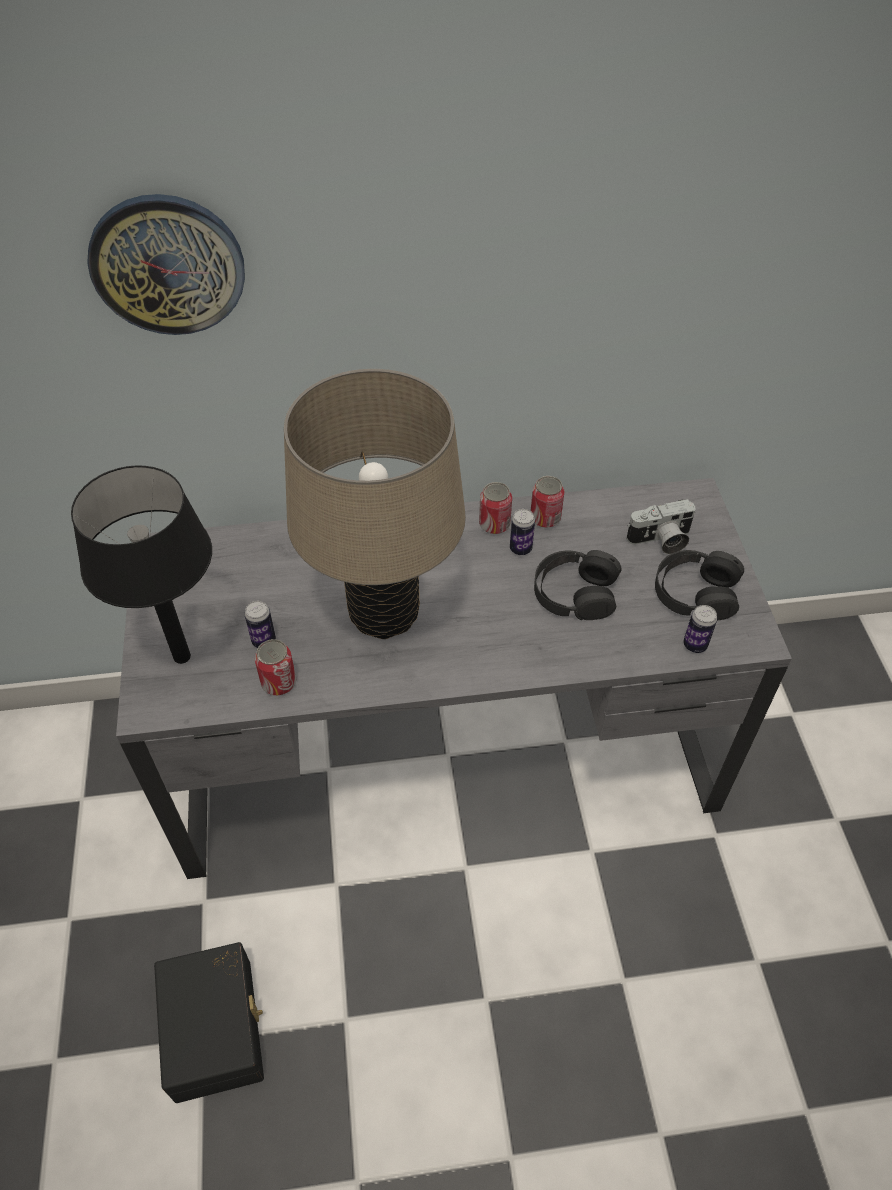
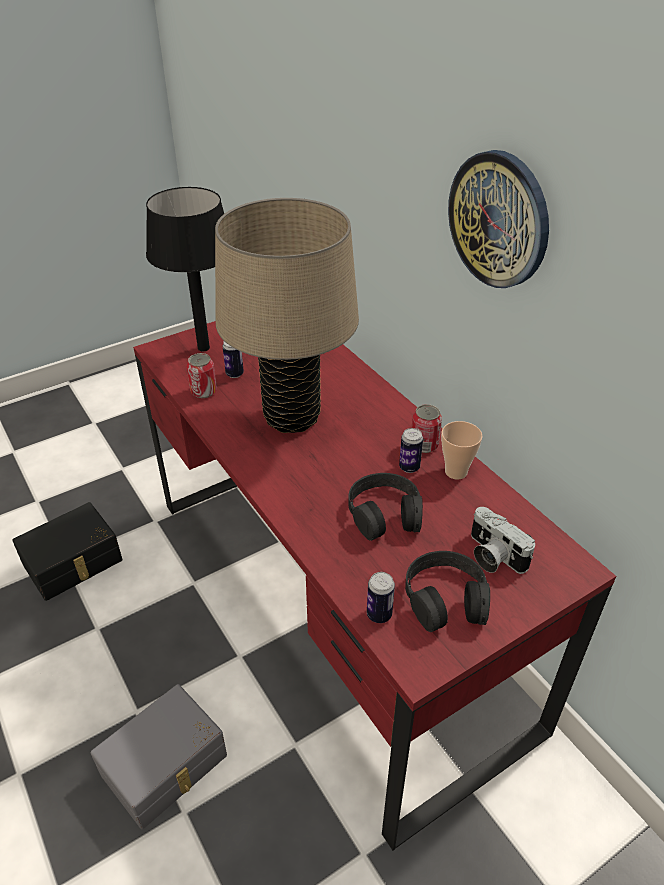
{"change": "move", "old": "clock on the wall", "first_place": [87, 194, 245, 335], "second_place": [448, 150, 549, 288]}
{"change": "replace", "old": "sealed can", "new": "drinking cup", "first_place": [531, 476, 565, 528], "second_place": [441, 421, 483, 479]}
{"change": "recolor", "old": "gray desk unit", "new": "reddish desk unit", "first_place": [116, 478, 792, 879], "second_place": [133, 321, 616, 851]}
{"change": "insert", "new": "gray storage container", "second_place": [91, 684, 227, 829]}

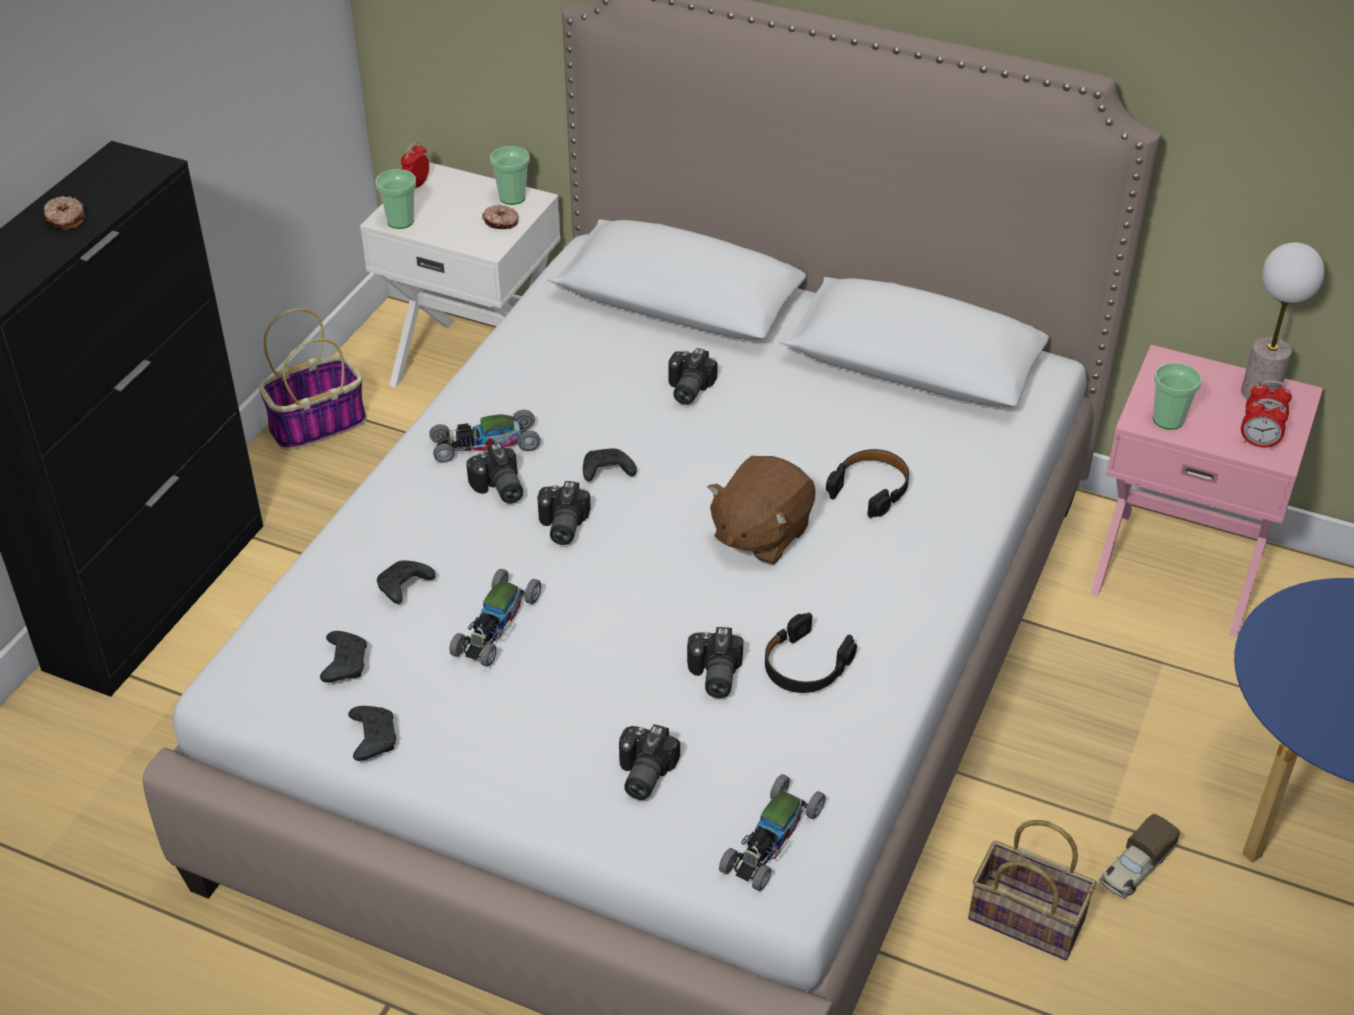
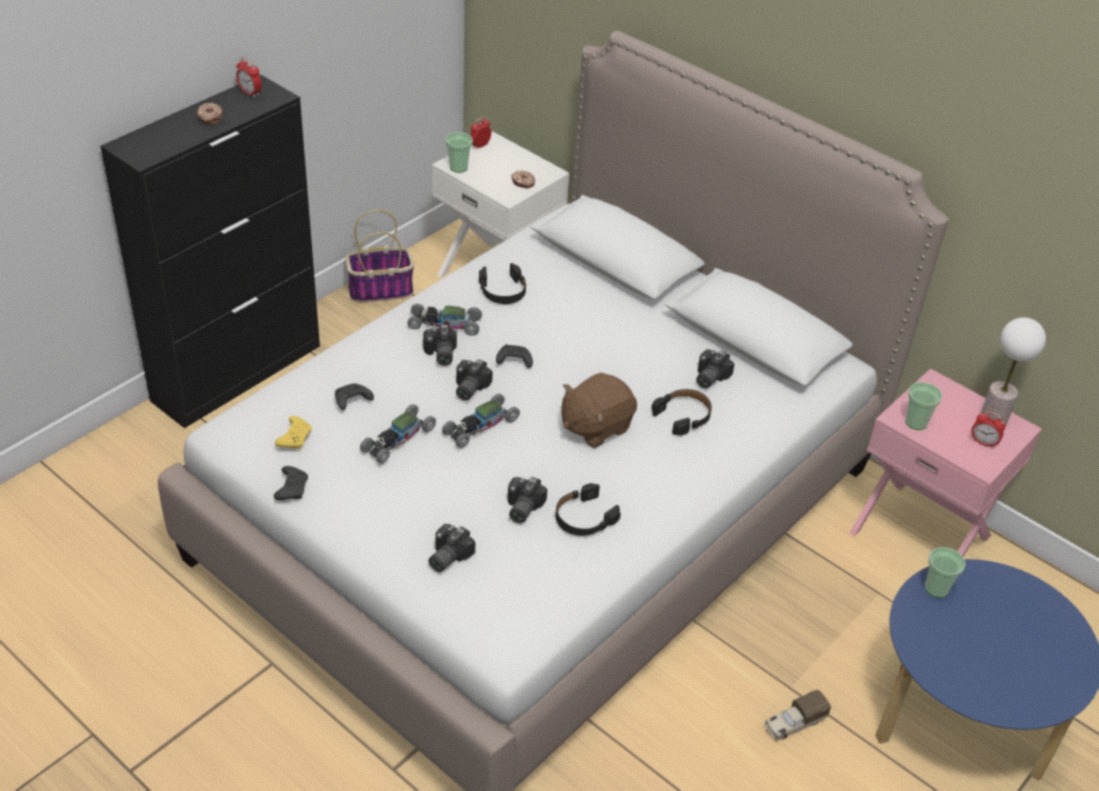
{"change": "move", "old": "drinking cup", "first_place": [490, 146, 529, 205], "second_place": [925, 547, 965, 598]}
{"change": "move", "old": "photo camera", "first_place": [669, 348, 718, 405], "second_place": [696, 349, 735, 389]}
{"change": "move", "old": "alarm clock", "first_place": [1241, 399, 1288, 449], "second_place": [236, 58, 262, 98]}
{"change": "recolor", "old": "blackish joypad", "new": "yellow joypad", "first_place": [320, 631, 367, 683], "second_place": [275, 416, 312, 449]}
{"change": "move", "old": "toy car", "first_place": [719, 774, 825, 891], "second_place": [442, 394, 520, 448]}
{"change": "delete", "old": "household basket", "first_place": [968, 820, 1096, 960]}
{"change": "insert", "new": "blackish headphones", "second_place": [479, 263, 526, 304]}

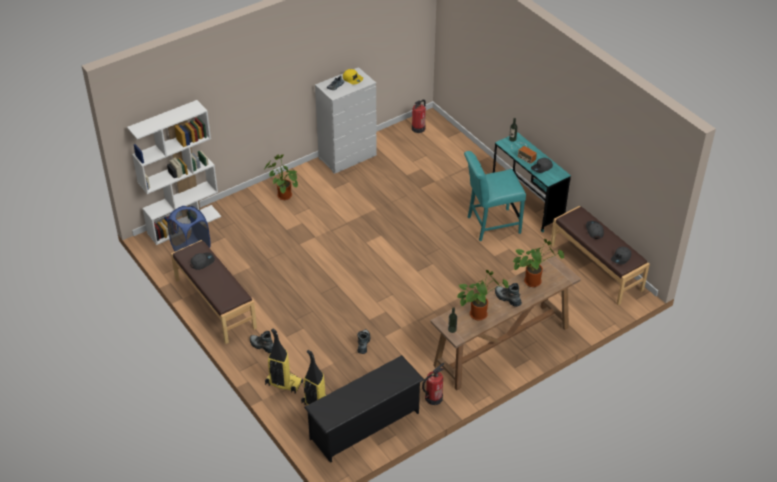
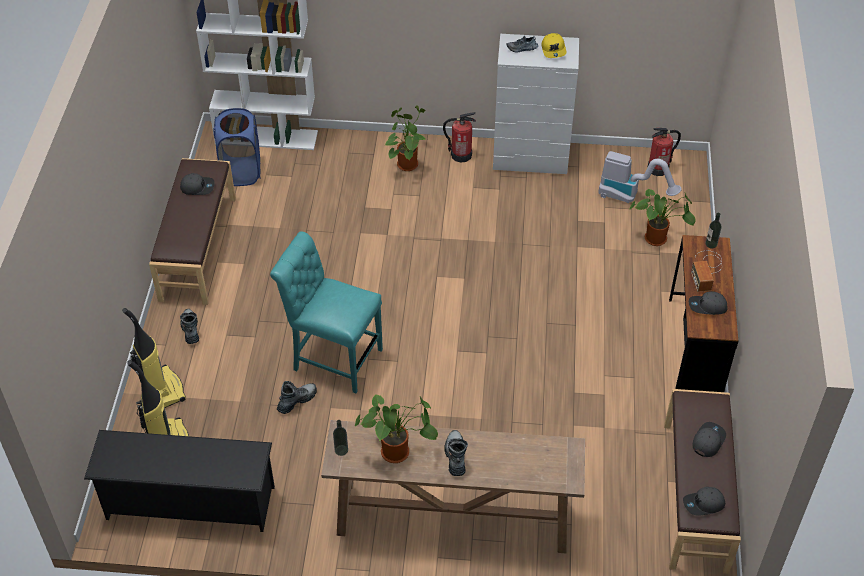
{"change": "recolor", "old": "turquoise-coloured desk unit", "new": "brown desk unit", "first_place": [493, 132, 571, 232], "second_place": [669, 235, 738, 392]}
{"change": "move", "old": "turquoise-coloured plain chair", "first_place": [464, 151, 526, 241], "second_place": [270, 231, 383, 393]}
{"change": "move", "old": "plant in a pot", "first_place": [513, 239, 564, 287], "second_place": [630, 188, 696, 246]}
{"change": "move", "old": "fire-fighting cylinder", "first_place": [422, 363, 444, 405], "second_place": [443, 112, 476, 163]}
{"change": "insert", "new": "vacuum", "second_place": [598, 151, 682, 203]}

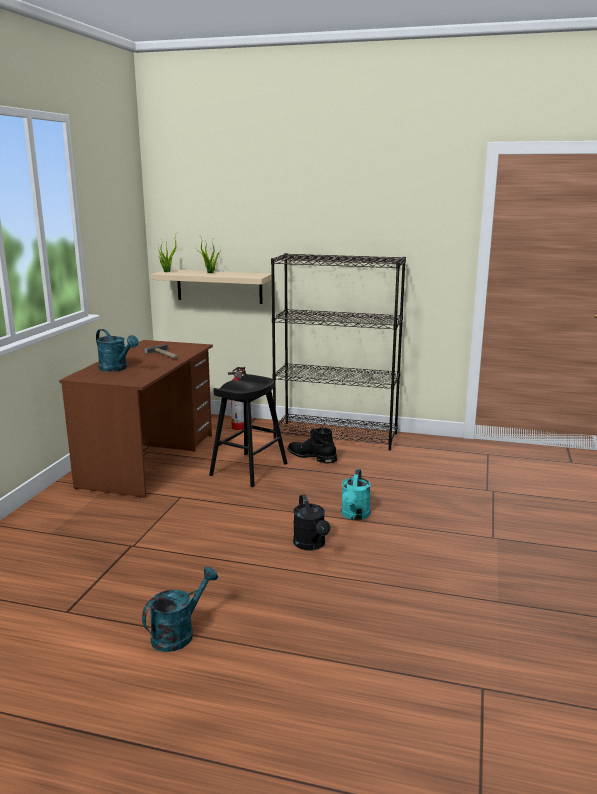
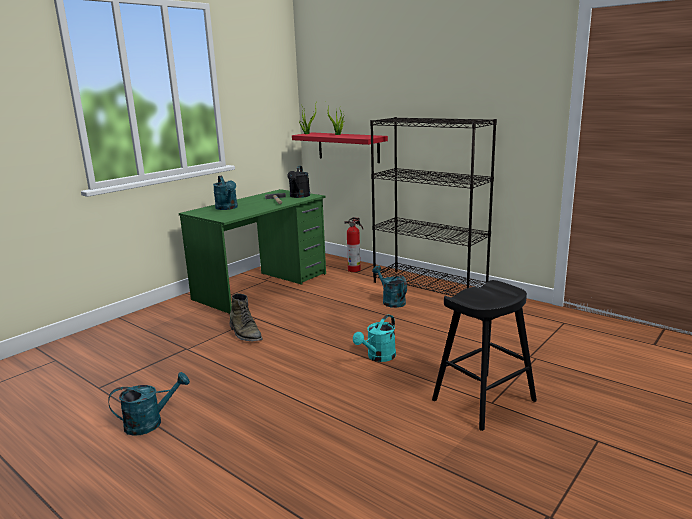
{"change": "recolor", "old": "beige bracket shelf", "new": "reddish bracket shelf", "first_place": [151, 270, 272, 304], "second_place": [292, 132, 388, 163]}
{"change": "recolor", "old": "brown desk unit", "new": "greenish desk unit", "first_place": [59, 340, 213, 498], "second_place": [179, 189, 326, 314]}
{"change": "move", "old": "blackish stool", "first_place": [209, 374, 287, 487], "second_place": [432, 280, 537, 431]}
{"change": "replace", "old": "blackish tall boot", "new": "turquoise-coloured sprinkling can", "first_place": [288, 428, 337, 463], "second_place": [372, 265, 407, 308]}
{"change": "move", "old": "blackish sprinkling can", "first_place": [293, 495, 330, 551], "second_place": [287, 166, 310, 198]}
{"change": "insert", "new": "greenish tall boot", "second_place": [230, 293, 263, 342]}

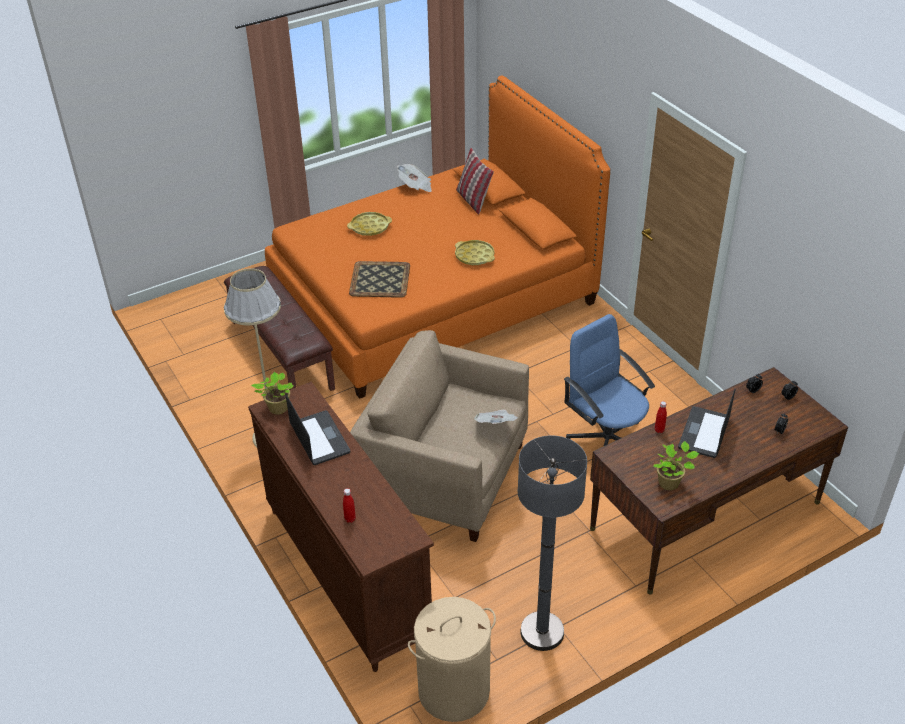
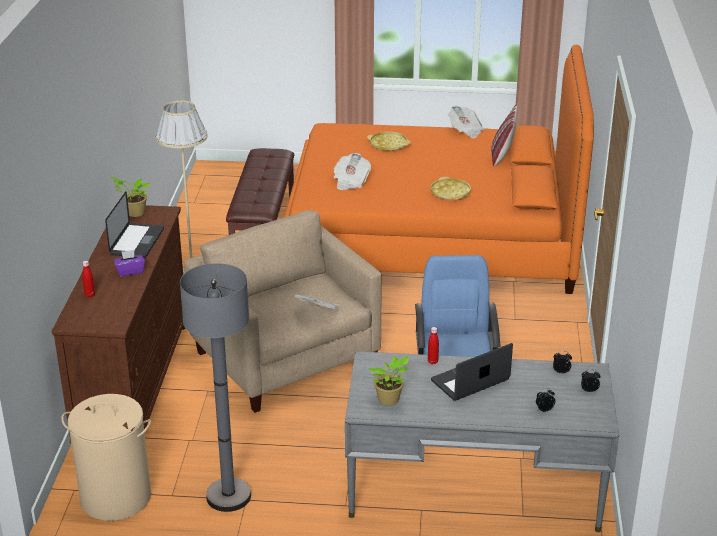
{"change": "replace", "old": "tray", "new": "daily paper", "first_place": [349, 261, 410, 298], "second_place": [333, 153, 371, 190]}
{"change": "recolor", "old": "brown desk unit", "new": "gray desk unit", "first_place": [590, 367, 848, 595], "second_place": [345, 351, 619, 532]}
{"change": "insert", "new": "purplish box of tissues", "second_place": [114, 250, 145, 277]}

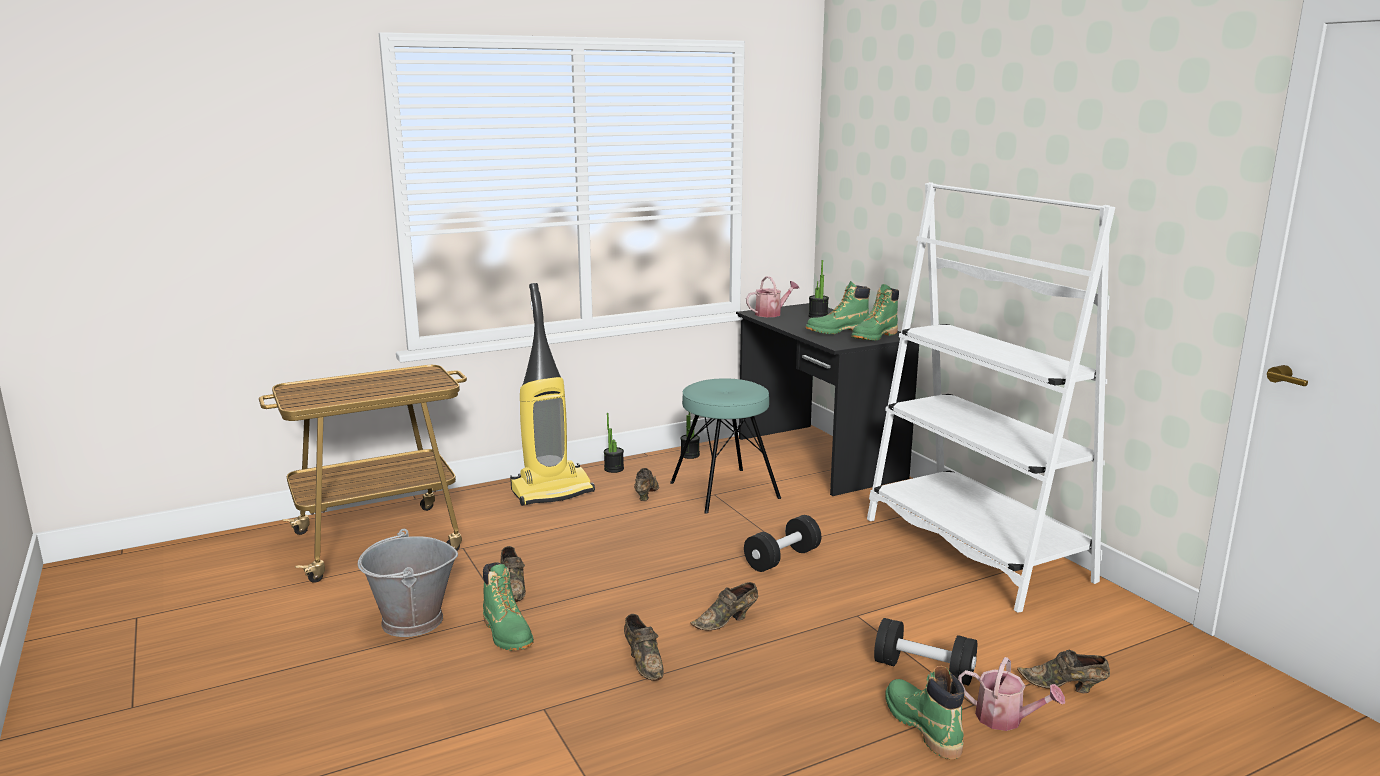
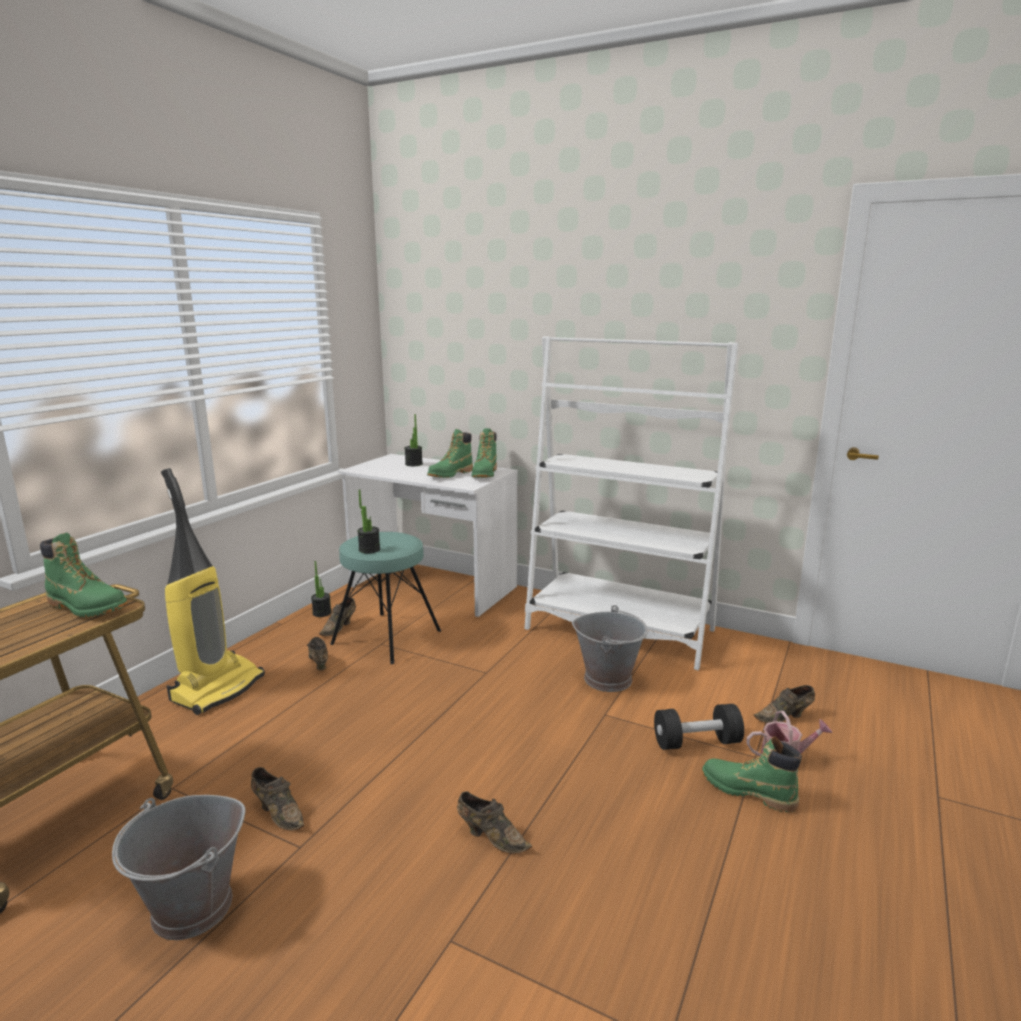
{"change": "delete", "old": "sprinkling can", "first_place": [746, 276, 799, 317]}
{"change": "recolor", "old": "blackish desk unit", "new": "white-coloured desk unit", "first_place": [736, 303, 919, 496], "second_place": [338, 454, 518, 617]}
{"change": "move", "old": "plant in a pot", "first_place": [604, 413, 624, 473], "second_place": [357, 490, 380, 553]}
{"change": "delete", "old": "blackish dumbbell", "first_place": [744, 515, 821, 572]}
{"change": "move", "old": "greenish tall boot", "first_place": [483, 562, 534, 651], "second_place": [40, 533, 128, 617]}
{"change": "move", "old": "brown low shoe", "first_place": [690, 582, 758, 630], "second_place": [319, 598, 356, 636]}
{"change": "insert", "new": "gray pail", "second_place": [572, 605, 648, 692]}

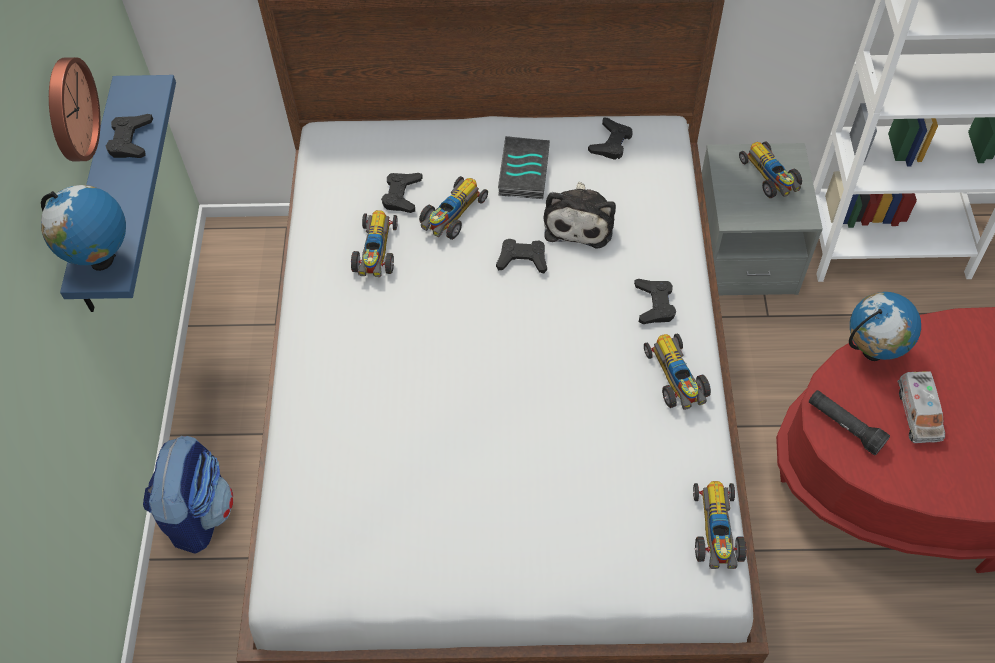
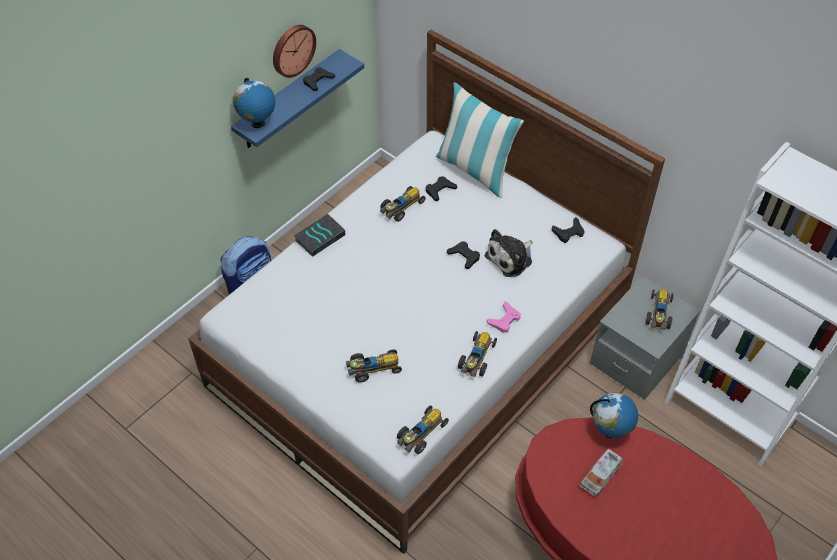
{"change": "move", "old": "book", "first_place": [498, 136, 550, 199], "second_place": [294, 214, 345, 257]}
{"change": "move", "old": "toy car", "first_place": [419, 176, 488, 240], "second_place": [346, 349, 402, 382]}
{"change": "recolor", "old": "blackish joypad", "new": "pink-coloured joypad", "first_place": [634, 279, 676, 324], "second_place": [487, 301, 521, 333]}
{"change": "delete", "old": "blackish hand torch", "first_place": [809, 390, 890, 455]}
{"change": "insert", "new": "pillow", "second_place": [436, 82, 524, 198]}

